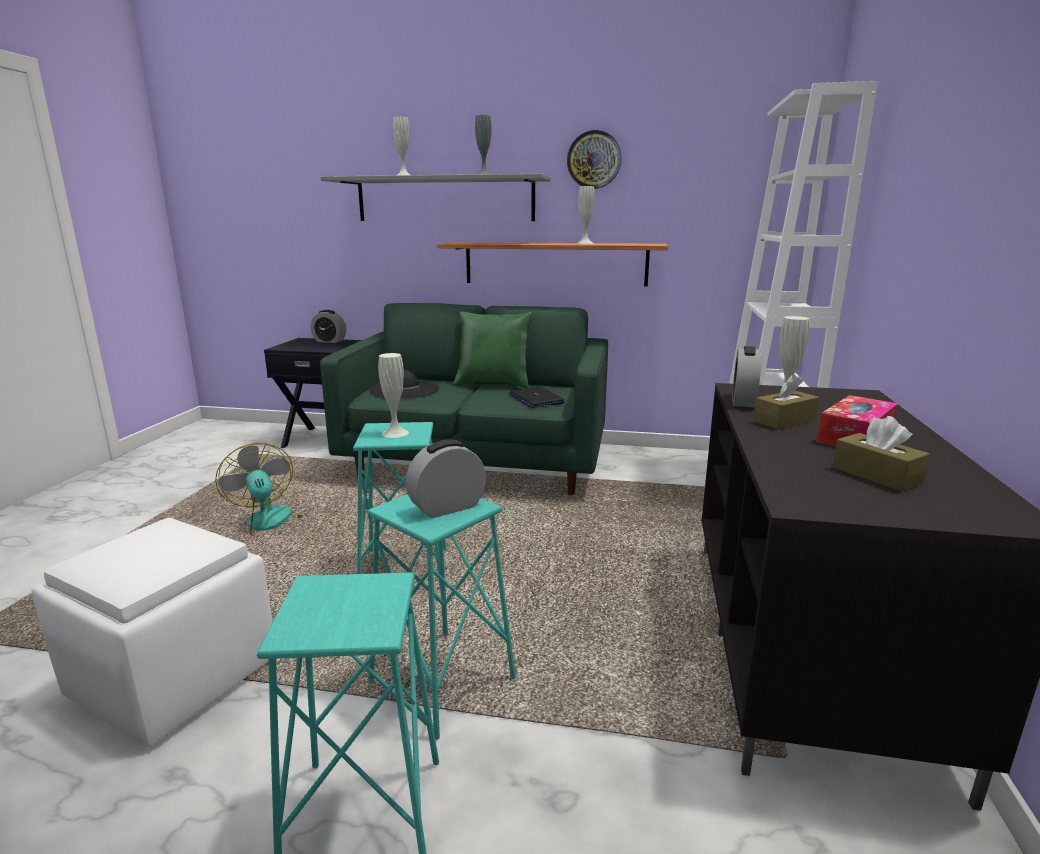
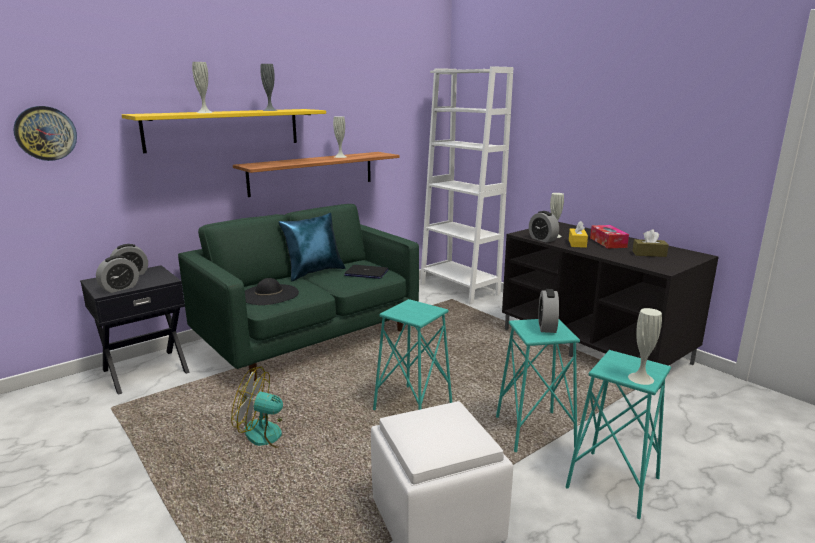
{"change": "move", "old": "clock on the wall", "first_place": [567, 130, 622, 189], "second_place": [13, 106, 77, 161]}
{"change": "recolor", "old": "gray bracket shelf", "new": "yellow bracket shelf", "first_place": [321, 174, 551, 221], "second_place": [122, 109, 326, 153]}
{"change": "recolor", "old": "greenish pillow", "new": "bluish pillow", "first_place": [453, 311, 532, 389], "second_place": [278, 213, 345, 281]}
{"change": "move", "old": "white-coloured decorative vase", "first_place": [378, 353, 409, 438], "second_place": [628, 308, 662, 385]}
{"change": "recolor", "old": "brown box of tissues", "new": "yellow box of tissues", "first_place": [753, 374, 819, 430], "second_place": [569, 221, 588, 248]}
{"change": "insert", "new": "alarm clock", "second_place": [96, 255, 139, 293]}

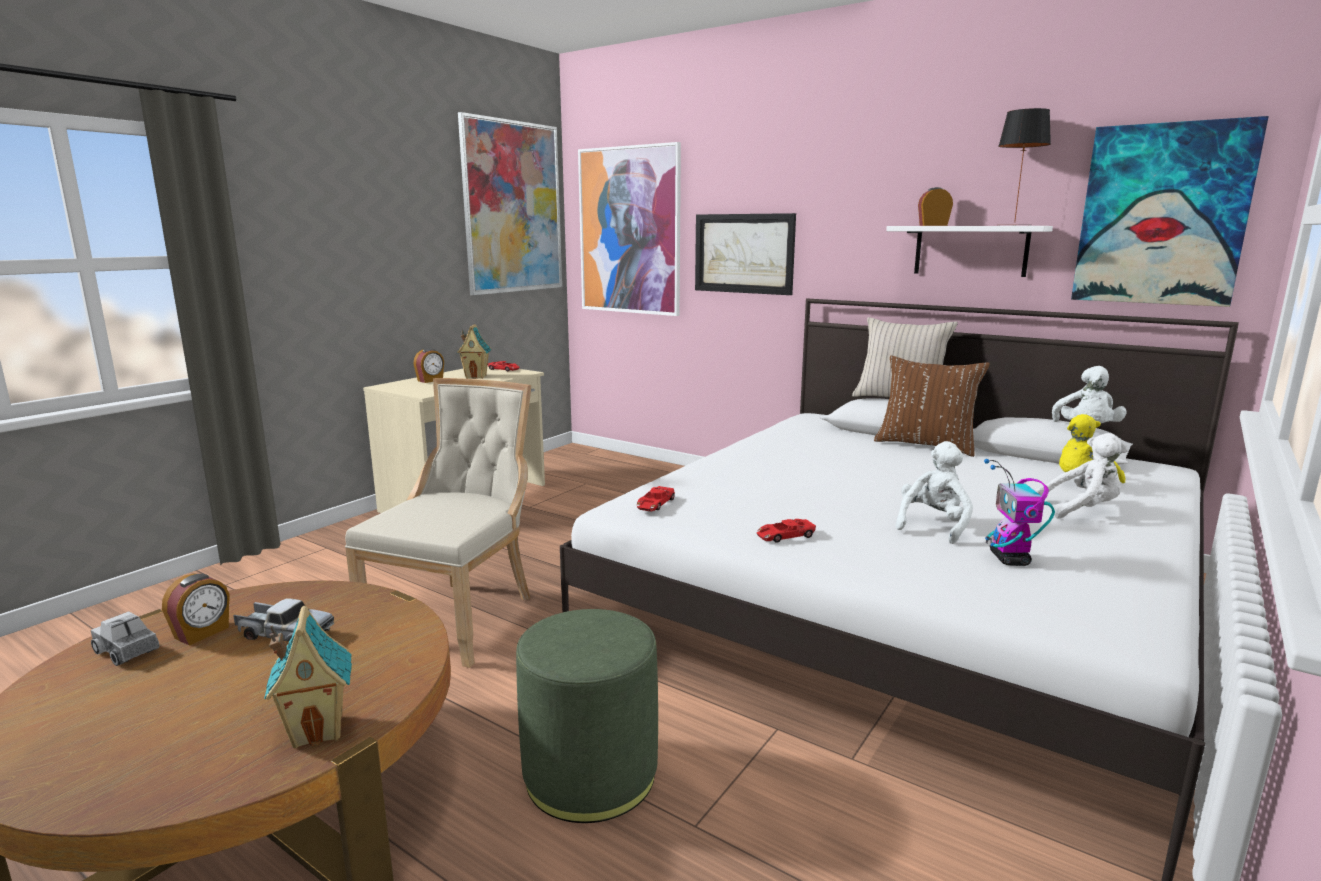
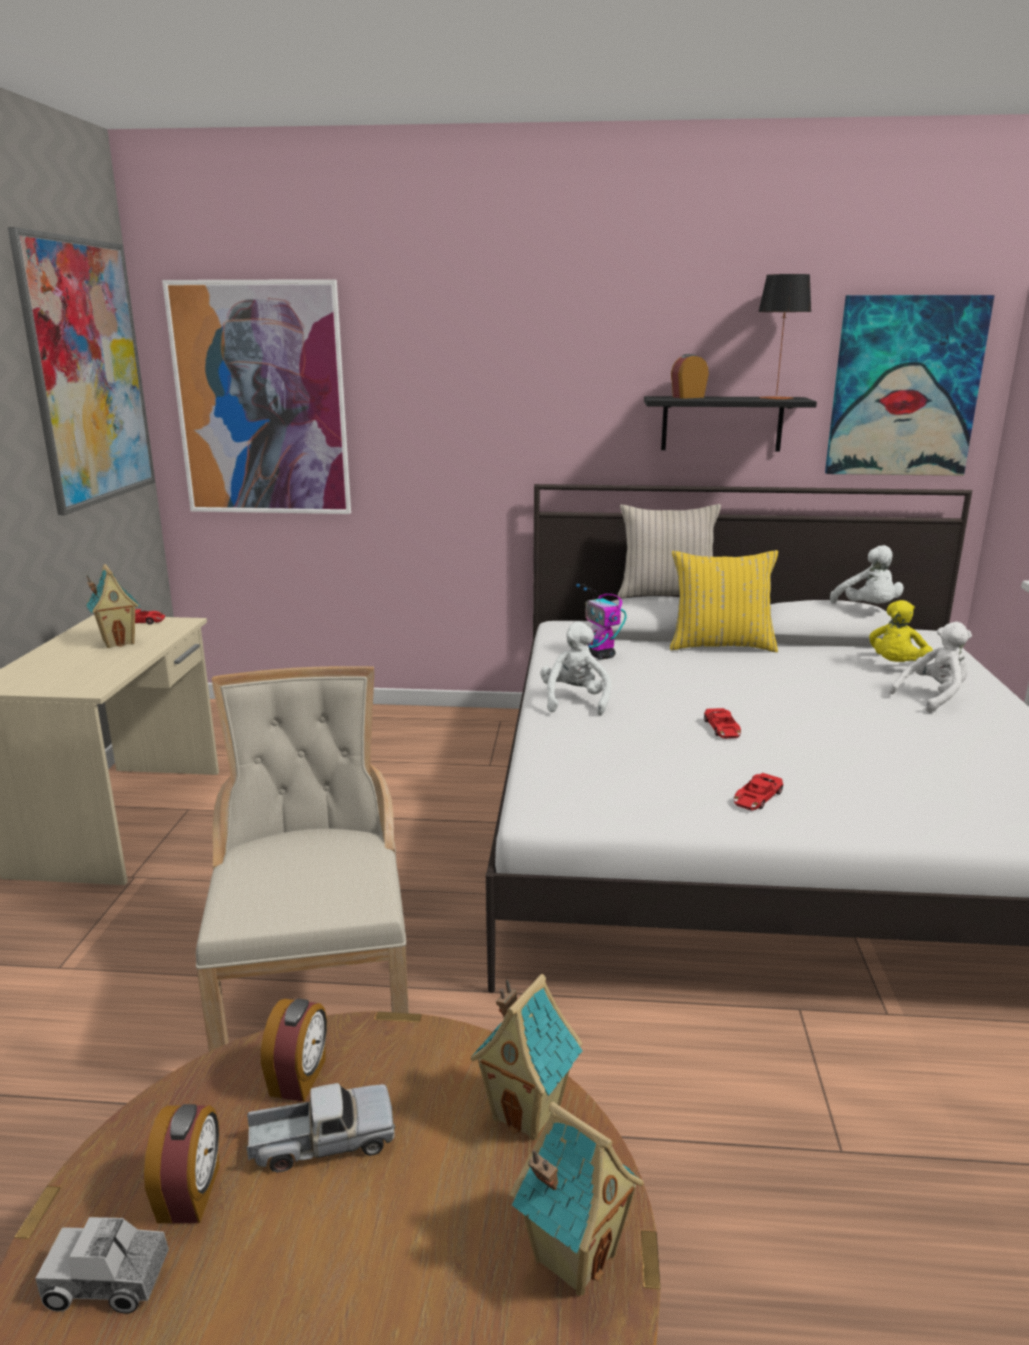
{"change": "delete", "old": "wall picture", "first_place": [695, 213, 796, 295]}
{"change": "recolor", "old": "white-coloured bracket shelf", "new": "blackish bracket shelf", "first_place": [886, 226, 1053, 277], "second_place": [644, 396, 817, 451]}
{"change": "move", "old": "alarm clock", "first_place": [414, 348, 444, 383], "second_place": [261, 998, 327, 1102]}
{"change": "recolor", "old": "brown pillow", "new": "yellow pillow", "first_place": [874, 356, 990, 457], "second_place": [670, 550, 778, 652]}
{"change": "move", "old": "white-coloured cuddly toy", "first_place": [895, 441, 973, 544], "second_place": [540, 621, 611, 716]}
{"change": "move", "old": "robot figure", "first_place": [984, 459, 1055, 566], "second_place": [576, 584, 627, 659]}
{"change": "move", "old": "reddish toy car", "first_place": [637, 486, 675, 511], "second_place": [704, 708, 741, 739]}
{"change": "delete", "old": "greenish pouffe", "first_place": [516, 609, 658, 823]}
{"change": "insert", "new": "model house", "second_place": [471, 974, 583, 1141]}

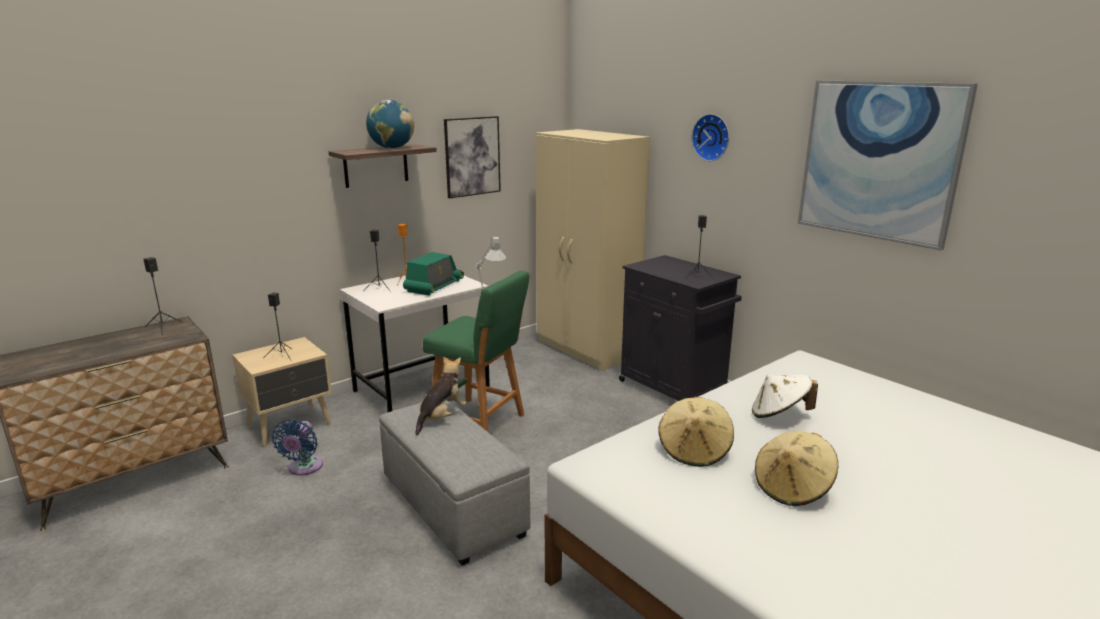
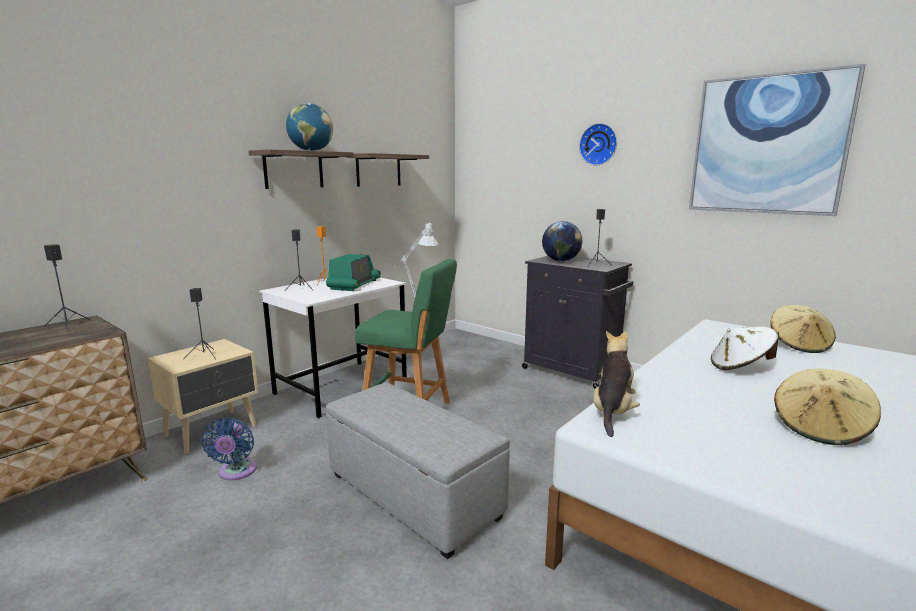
{"change": "replace", "old": "wall picture", "new": "bracket shelf", "first_place": [444, 116, 501, 198], "second_place": [346, 153, 429, 187]}
{"change": "delete", "old": "beige wardrobe", "first_place": [535, 129, 650, 371]}
{"change": "move", "old": "cuddly toy", "first_place": [415, 356, 467, 436], "second_place": [593, 331, 640, 437]}
{"change": "move", "old": "beige wearable hat", "first_place": [658, 397, 734, 467], "second_place": [770, 305, 836, 353]}
{"change": "insert", "new": "globe", "second_place": [542, 221, 582, 261]}

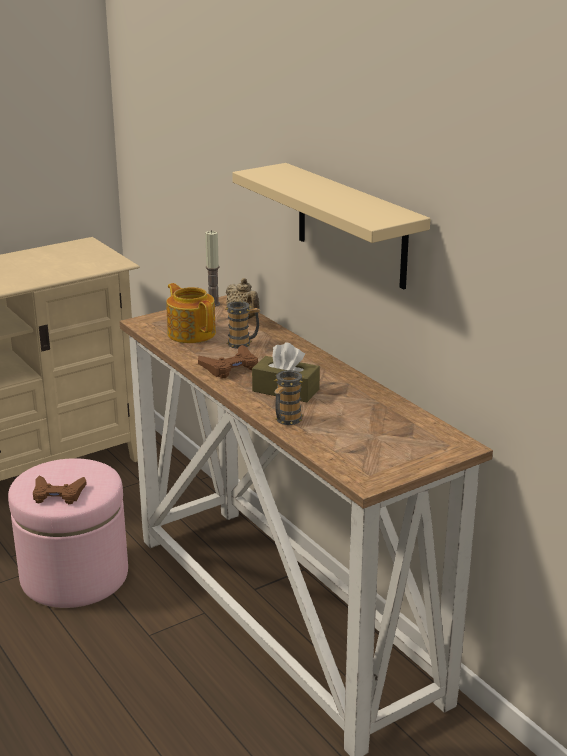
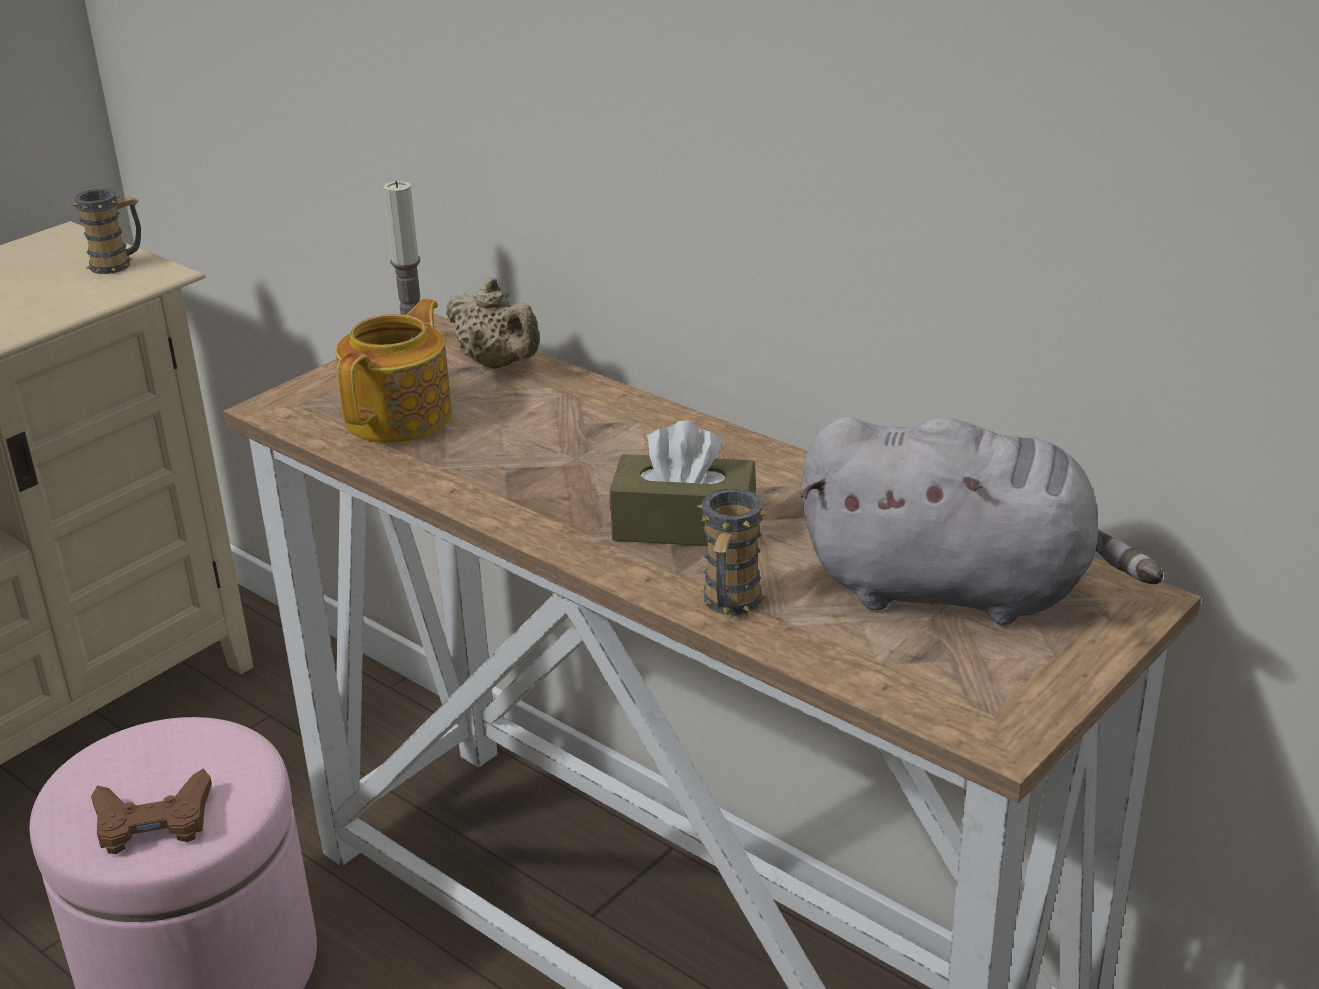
{"change": "delete", "old": "beige bracket shelf", "first_place": [232, 163, 430, 289]}
{"change": "rotate", "old": "teapot", "first_place": [166, 283, 216, 343], "second_place": [336, 299, 452, 443], "degrees": 75}
{"change": "move", "old": "tea mug", "first_place": [225, 301, 261, 349], "second_place": [72, 189, 141, 274]}
{"change": "delete", "old": "brown joypad", "first_place": [198, 345, 258, 379]}
{"change": "insert", "new": "gray cuddly toy", "second_place": [800, 417, 1163, 625]}

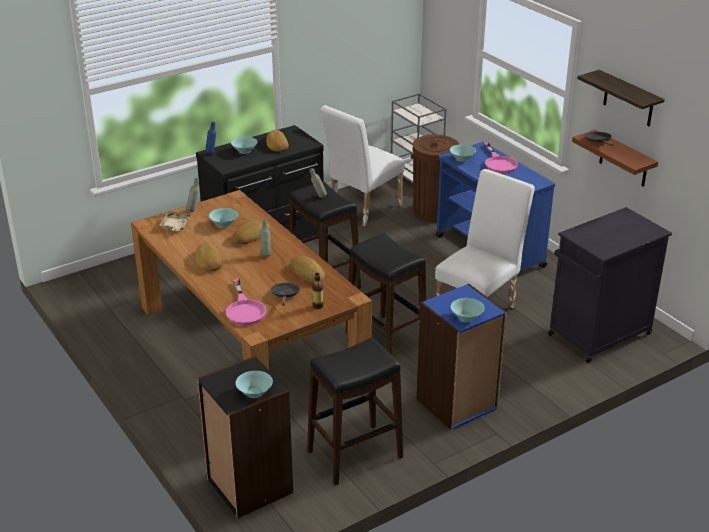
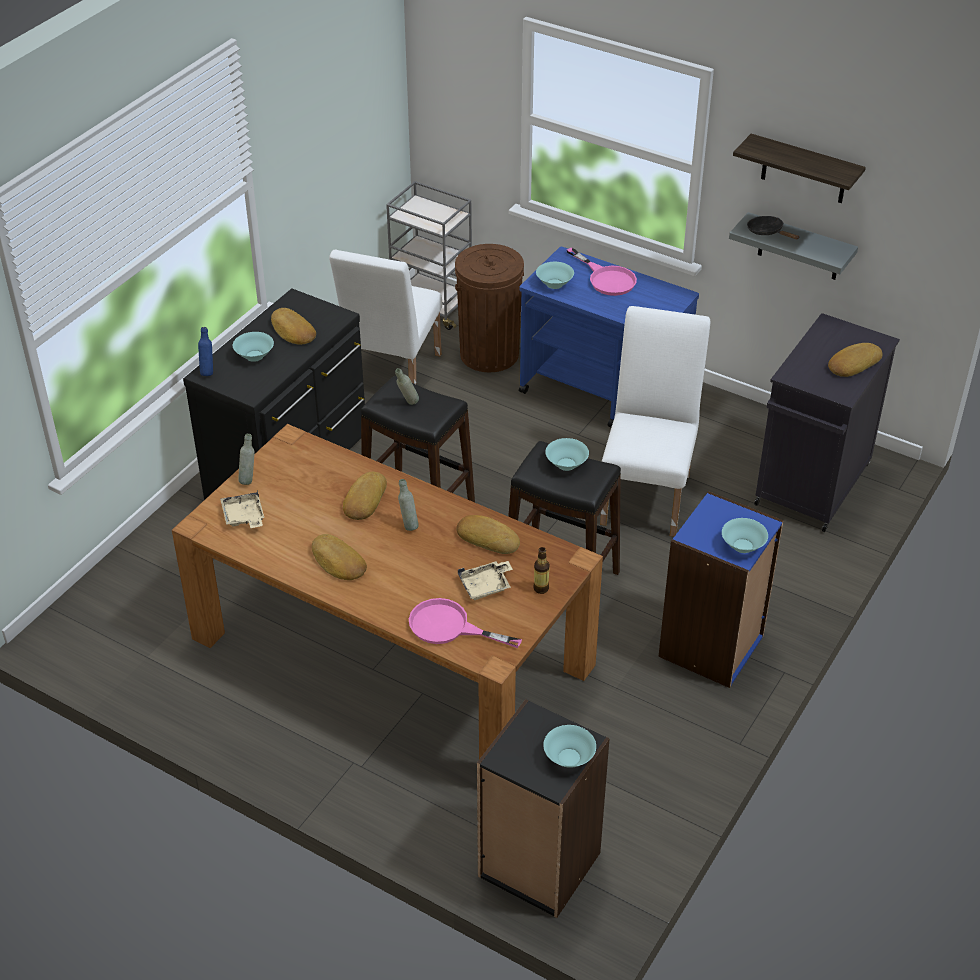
{"change": "recolor", "old": "brown bracket shelf", "new": "gray bracket shelf", "first_place": [572, 130, 658, 187], "second_place": [729, 212, 858, 280]}
{"change": "move", "old": "turquoise-coloured deep dish", "first_place": [209, 208, 238, 228], "second_place": [545, 438, 589, 471]}
{"change": "rotate", "old": "pink-coloured skillet", "first_place": [226, 279, 266, 325], "second_place": [409, 598, 522, 648], "degrees": 150}
{"change": "replace", "old": "blackish skillet", "new": "beige tray", "first_place": [271, 283, 300, 306], "second_place": [458, 561, 513, 600]}
{"change": "delete", "old": "blackish stool", "first_place": [307, 338, 403, 486]}
{"change": "insert", "new": "bread", "second_place": [828, 343, 883, 377]}

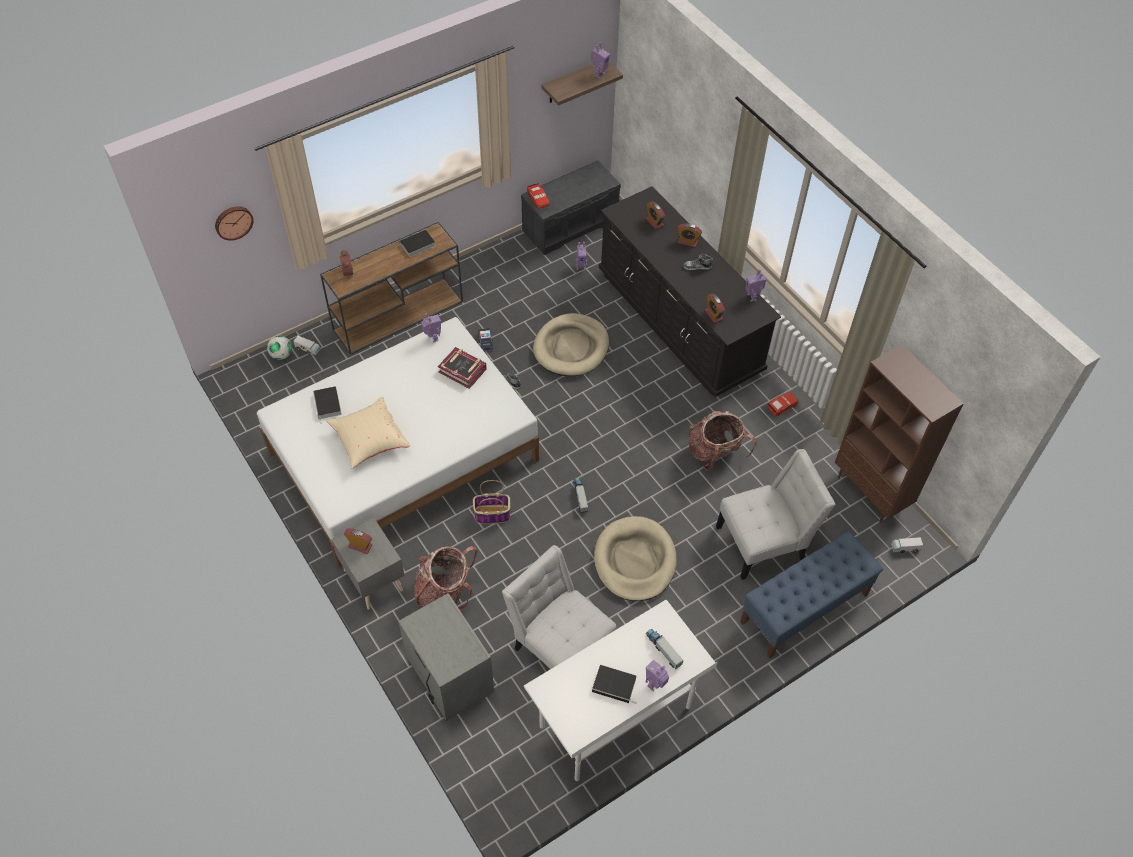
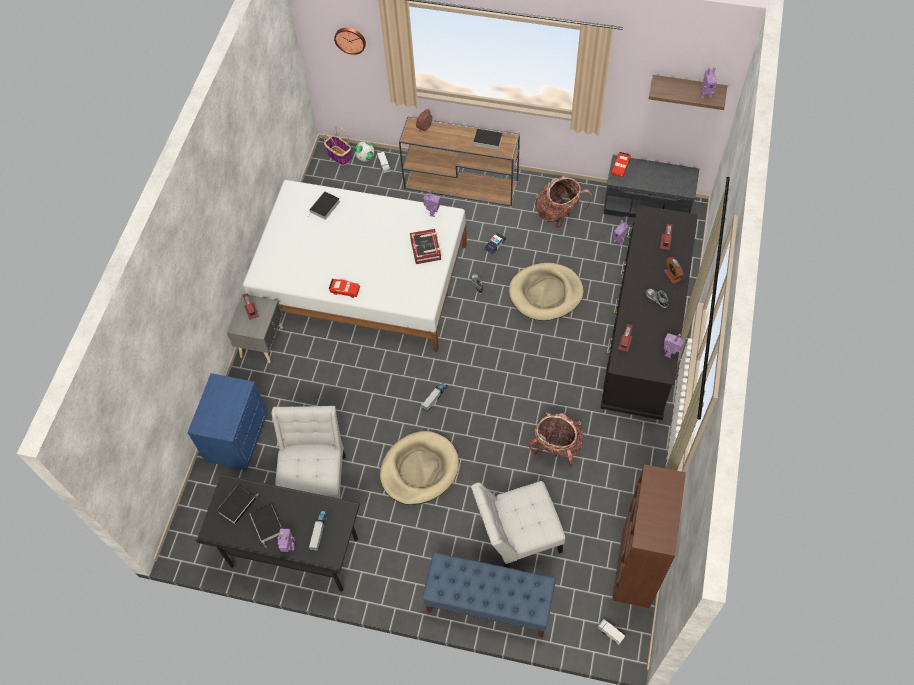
{"change": "move", "old": "reddish toy car", "first_place": [767, 393, 798, 416], "second_place": [329, 279, 360, 298]}
{"change": "delete", "old": "beige pillow", "first_place": [326, 396, 410, 469]}
{"change": "rotate", "old": "white-coloured plain chair", "first_place": [716, 449, 836, 580], "second_place": [471, 481, 565, 568], "degrees": 135}
{"change": "move", "old": "household basket", "first_place": [473, 480, 510, 524], "second_place": [324, 126, 352, 165]}
{"change": "move", "old": "knapsack", "first_place": [414, 546, 478, 611], "second_place": [535, 176, 592, 228]}
{"change": "recolor", "old": "gray bedside table", "new": "bluish bedside table", "first_place": [398, 593, 494, 721], "second_place": [187, 373, 268, 470]}
{"change": "recolor", "old": "white-coloured desk unit", "new": "blackish desk unit", "first_place": [524, 600, 717, 781], "second_place": [195, 474, 360, 592]}
{"change": "insert", "new": "book", "second_place": [217, 486, 256, 524]}

